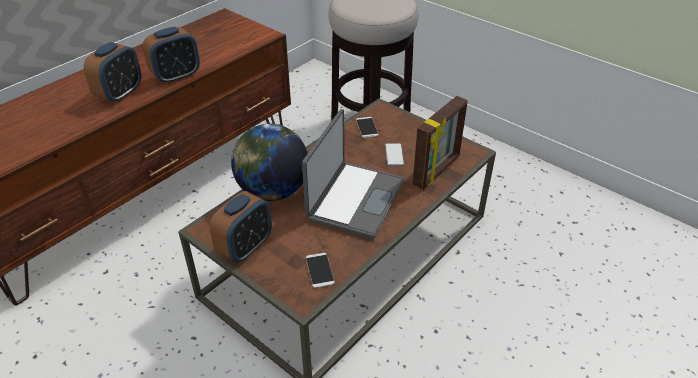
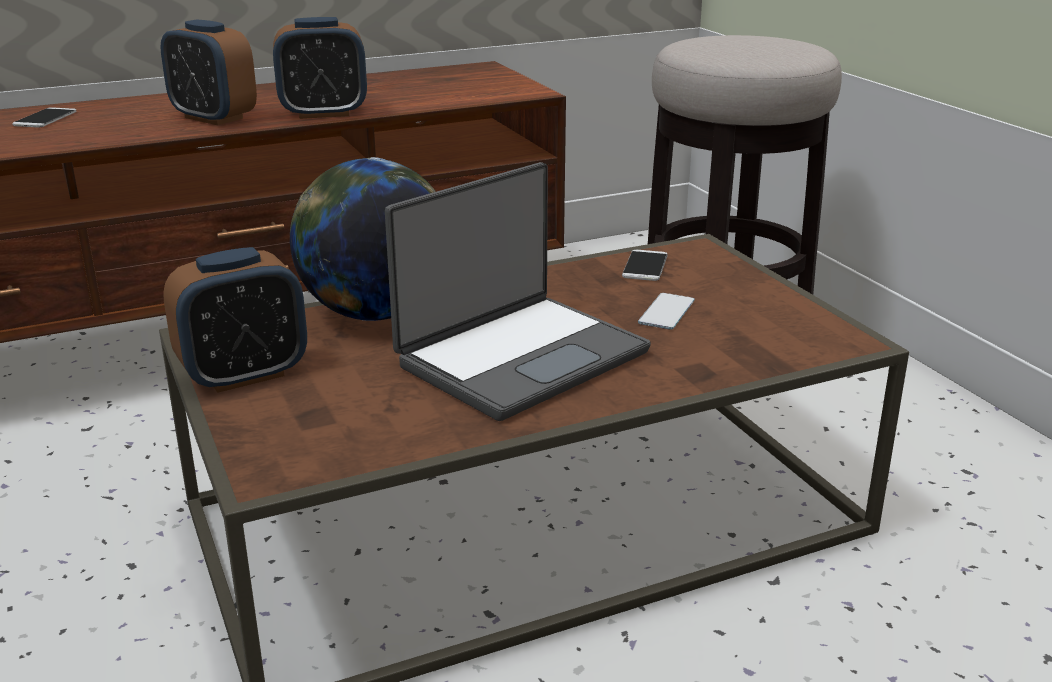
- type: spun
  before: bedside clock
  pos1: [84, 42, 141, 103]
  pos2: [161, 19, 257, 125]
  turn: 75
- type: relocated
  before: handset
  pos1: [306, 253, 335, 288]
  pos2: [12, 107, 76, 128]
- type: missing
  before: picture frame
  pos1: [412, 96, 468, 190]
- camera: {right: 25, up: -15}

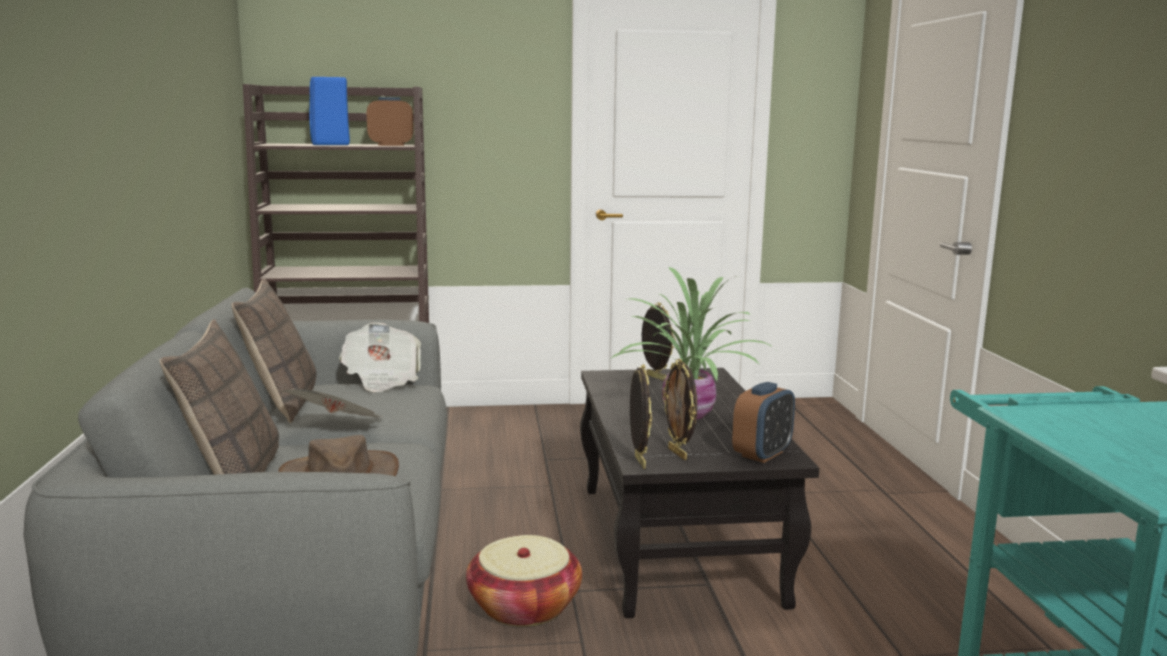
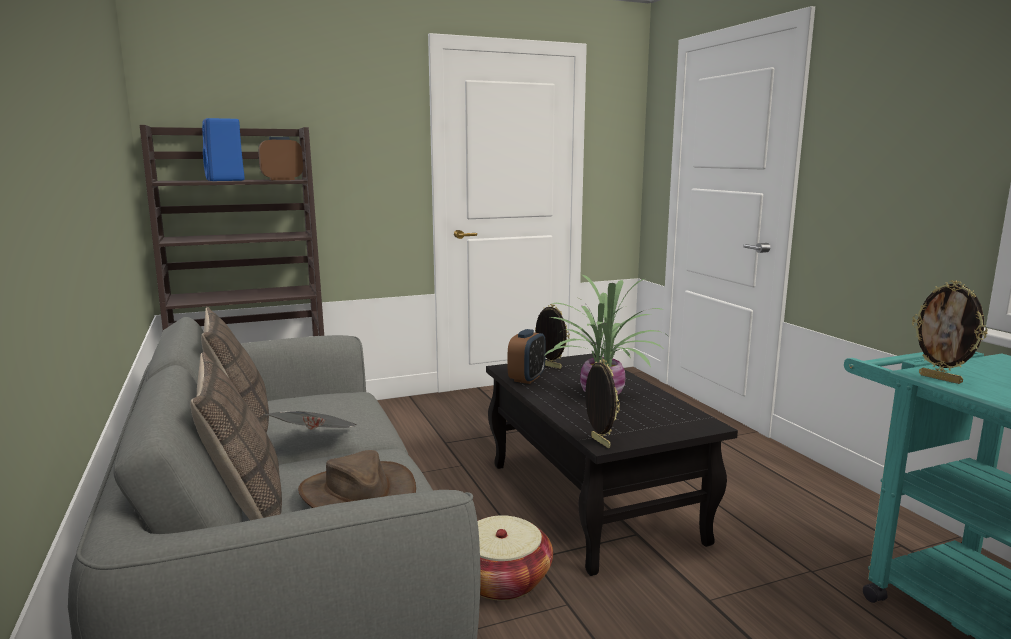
- type: missing
  before: daily paper
  pos1: [339, 323, 421, 392]
- type: relocated
  before: picture frame
  pos1: [663, 359, 697, 460]
  pos2: [912, 280, 988, 384]
- type: relocated
  before: bedside clock
  pos1: [732, 382, 795, 463]
  pos2: [508, 329, 546, 384]
- camera: {right: -15, up: 0}

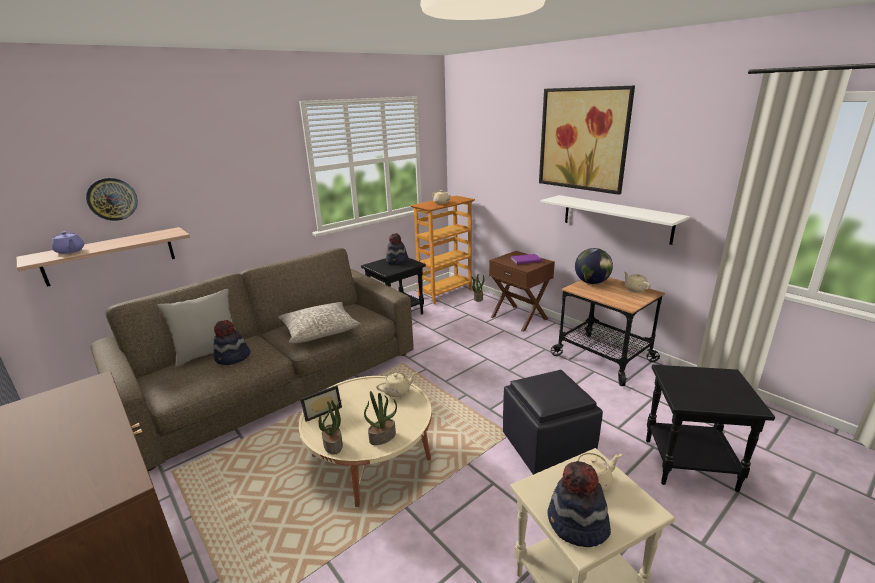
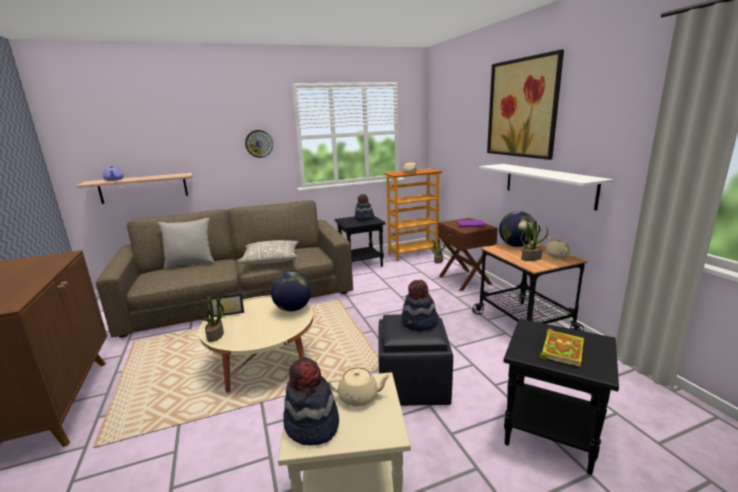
- type: relocated
  before: hanging clock
  pos1: [86, 178, 138, 221]
  pos2: [245, 130, 273, 158]
- type: relocated
  before: wearable hat
  pos1: [213, 320, 250, 365]
  pos2: [401, 280, 438, 331]
- type: relocated
  before: plant in a pot
  pos1: [364, 391, 397, 445]
  pos2: [521, 221, 548, 261]
- type: exchanged
  before: tea pot (sand-coloured)
  after: globe
  pos1: [376, 372, 417, 397]
  pos2: [271, 271, 311, 312]
- type: appeared
  after: book
  pos2: [540, 329, 584, 367]
- camera: {right: 20, up: -5}

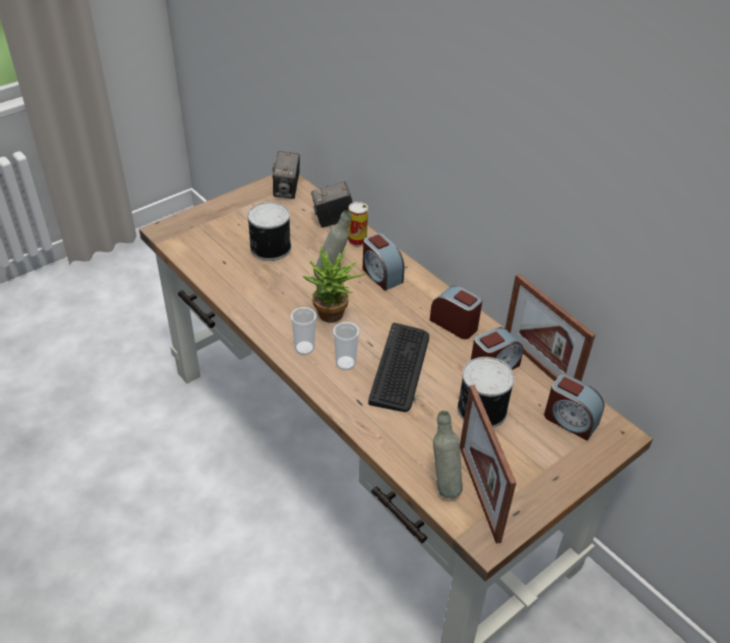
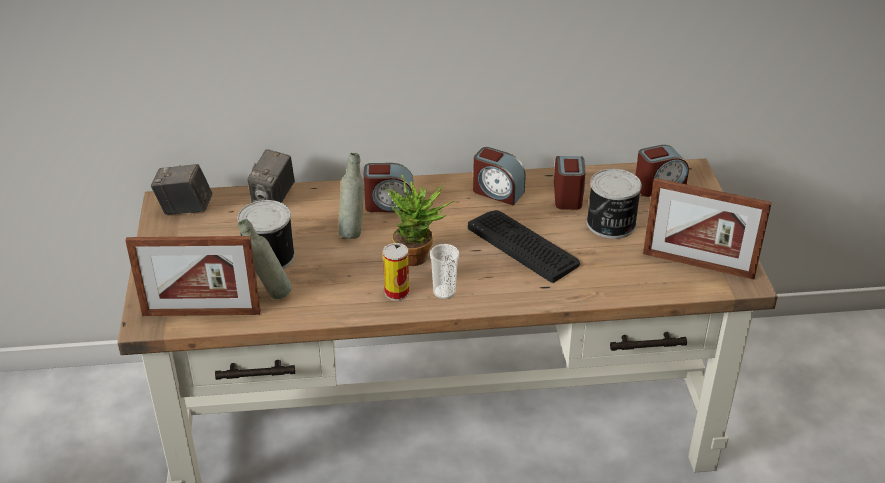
- type: spun
  before: still camera
  pos1: [272, 151, 300, 199]
  pos2: [151, 164, 212, 215]
  turn: 150
- type: missing
  before: drinking cup
  pos1: [333, 322, 360, 370]
- type: relocated
  before: sealed can
  pos1: [348, 202, 368, 247]
  pos2: [383, 243, 409, 301]
- type: spun
  before: bedside clock
  pos1: [430, 286, 482, 339]
  pos2: [473, 147, 526, 206]
  turn: -135
- type: relocated
  before: beverage bottle (grey)
  pos1: [433, 411, 463, 498]
  pos2: [238, 219, 292, 299]
- type: relocated
  before: picture frame
  pos1: [505, 274, 595, 381]
  pos2: [125, 236, 261, 316]
- camera: {right: -55, up: -5}

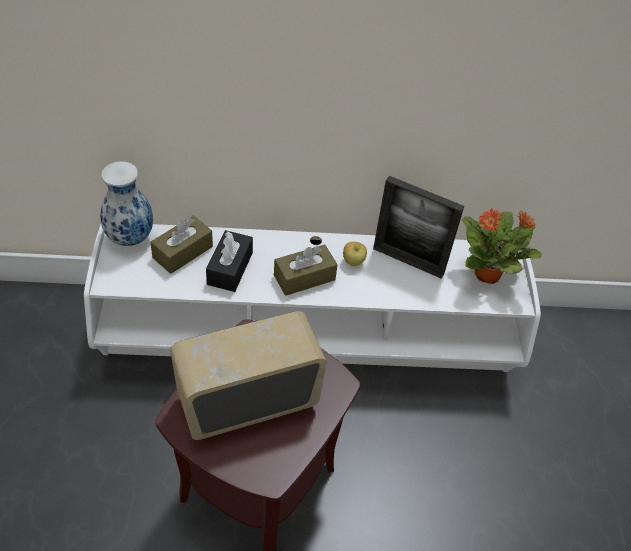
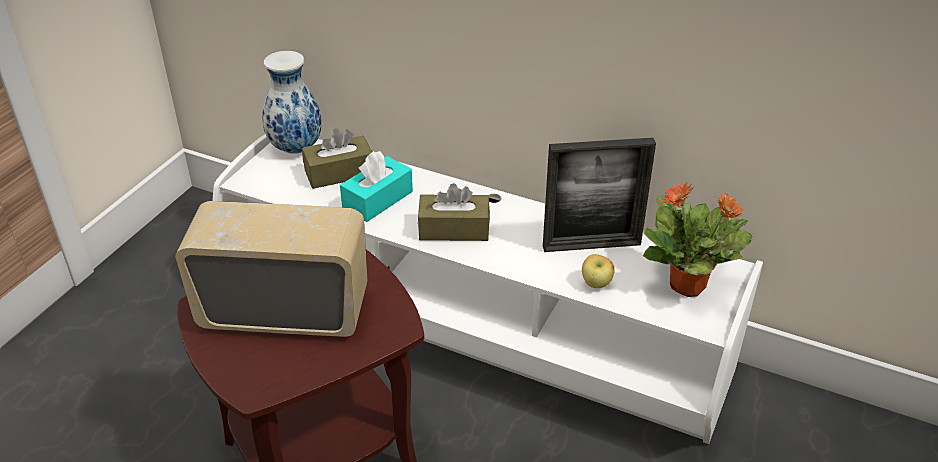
- type: colour
  before: tissue holder (black)
  after: tissue holder (blue-green)
  pos1: [206, 230, 253, 292]
  pos2: [340, 151, 413, 222]
- type: relocated
  before: whole apple
  pos1: [343, 242, 367, 266]
  pos2: [582, 254, 615, 288]
- type: spun
  before: picture frame
  pos1: [373, 176, 464, 279]
  pos2: [543, 138, 656, 252]
  turn: -60
- camera: {right: 30, up: -10}

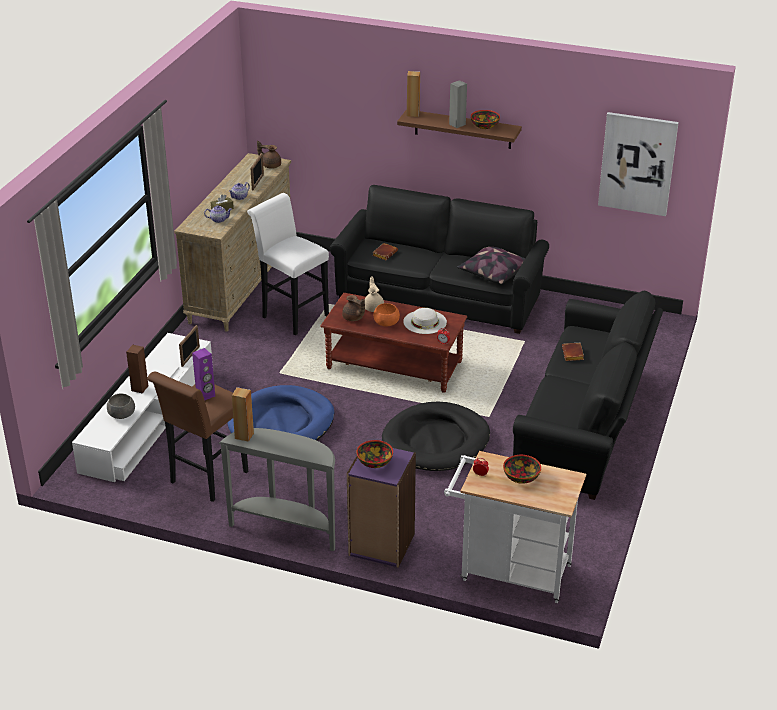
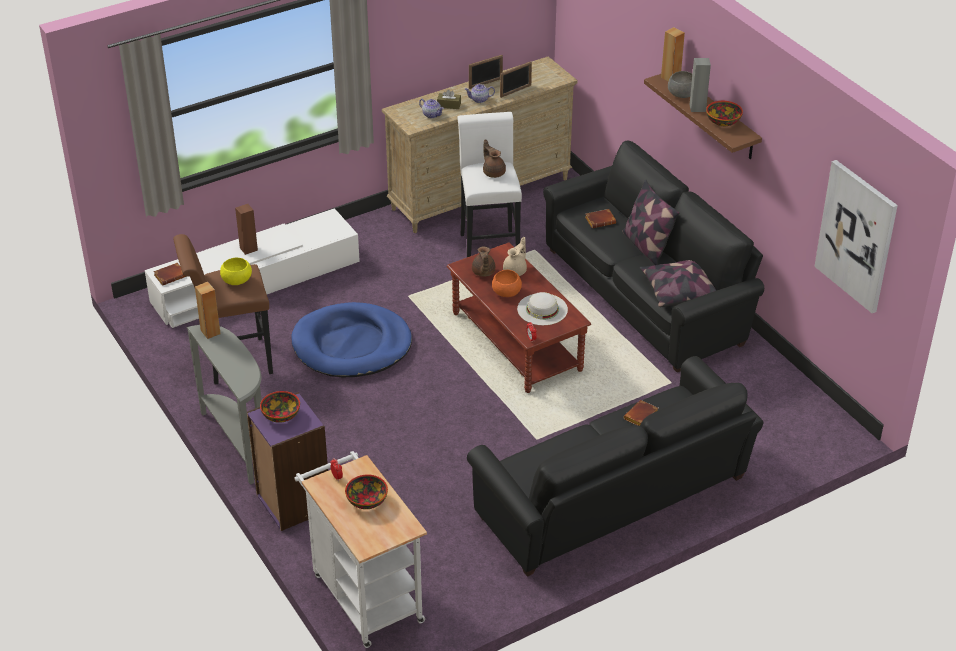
- type: relocated
  before: deep dish (grey)
  pos1: [107, 394, 135, 419]
  pos2: [668, 71, 692, 98]
- type: relocated
  before: picture frame
  pos1: [179, 325, 200, 367]
  pos2: [469, 55, 503, 89]
- type: exchanged
  before: loudspeaker (purple)
  after: deep dish (yellow-coloured)
  pos1: [192, 348, 215, 400]
  pos2: [220, 258, 252, 285]
- type: relocated
  before: tea pot (brownish)
  pos1: [257, 141, 281, 169]
  pos2: [483, 139, 506, 178]
- type: missing
  before: pet bed (black)
  pos1: [382, 401, 490, 471]
- type: appeared
  after: book (brownish)
  pos2: [153, 263, 186, 286]
- type: appeared
  after: cushion
  pos2: [622, 179, 679, 265]
- camera: {right: 40, up: 5}

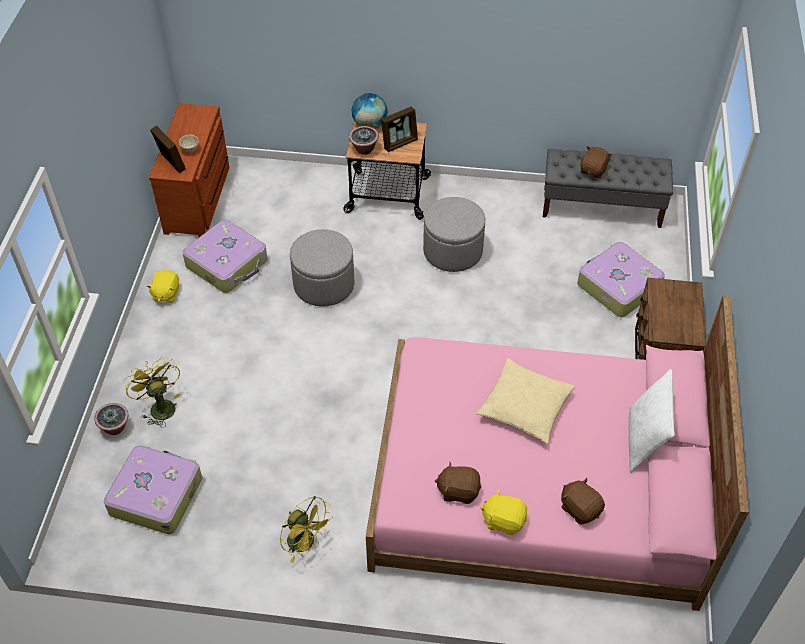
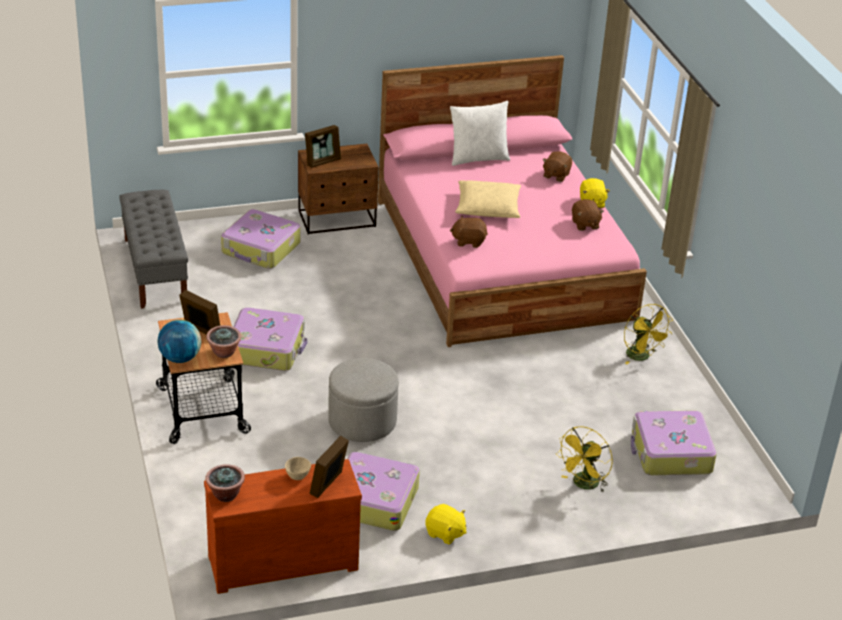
- type: relocated
  before: plant in a pot
  pos1: [94, 403, 129, 435]
  pos2: [205, 464, 245, 502]
- type: spun
  before: plush toy (yellow-coloured)
  pos1: [147, 270, 179, 303]
  pos2: [425, 504, 467, 545]
  turn: 45
- type: spun
  before: cooling fan (yellow-coloured)
  pos1: [280, 496, 333, 563]
  pos2: [624, 304, 673, 364]
  turn: 135
- type: exchanged
  before: ottoman (grey)
  after: travel case
  pos1: [423, 197, 485, 272]
  pos2: [233, 307, 307, 371]
- type: relocated
  before: plush toy (brownish)
  pos1: [580, 146, 612, 178]
  pos2: [450, 215, 488, 248]
- type: appeared
  after: picture frame
  pos2: [305, 125, 341, 168]
- camera: {right: -115, up: -15}

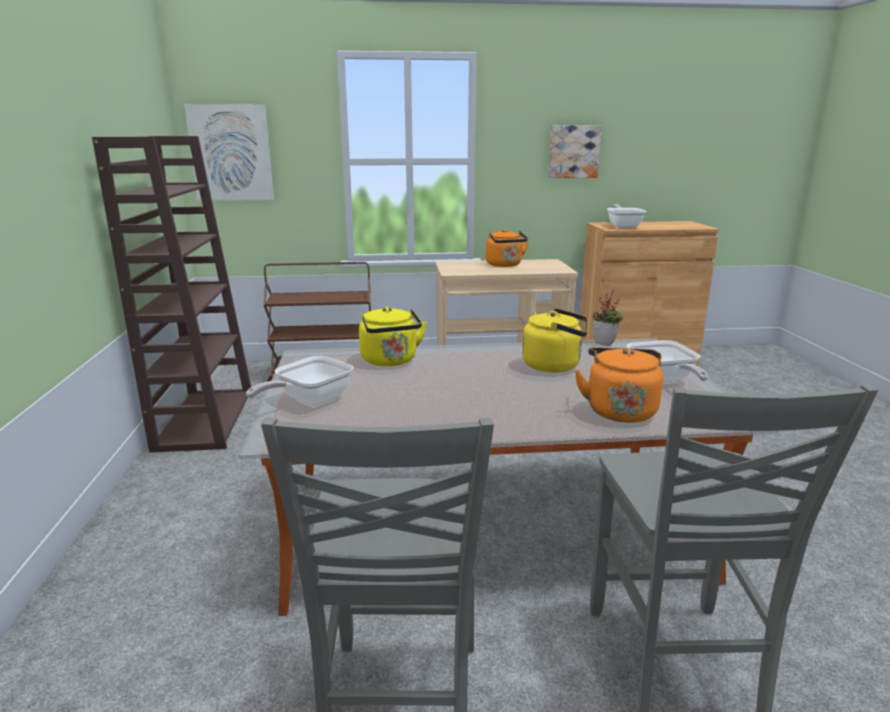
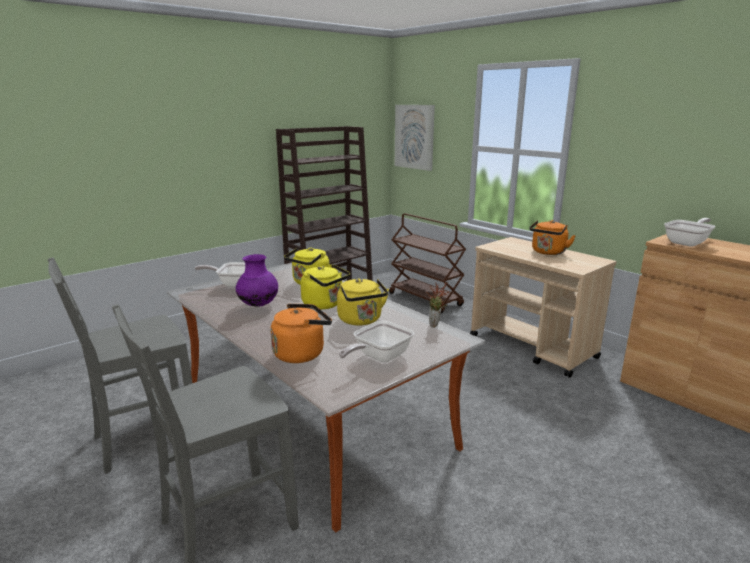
- type: missing
  before: wall art
  pos1: [548, 125, 602, 178]
- type: appeared
  after: vase (purple)
  pos2: [236, 254, 278, 307]
- type: appeared
  after: water kettle (yellow-coloured)
  pos2: [301, 264, 350, 309]
- camera: {right: 55, up: 0}

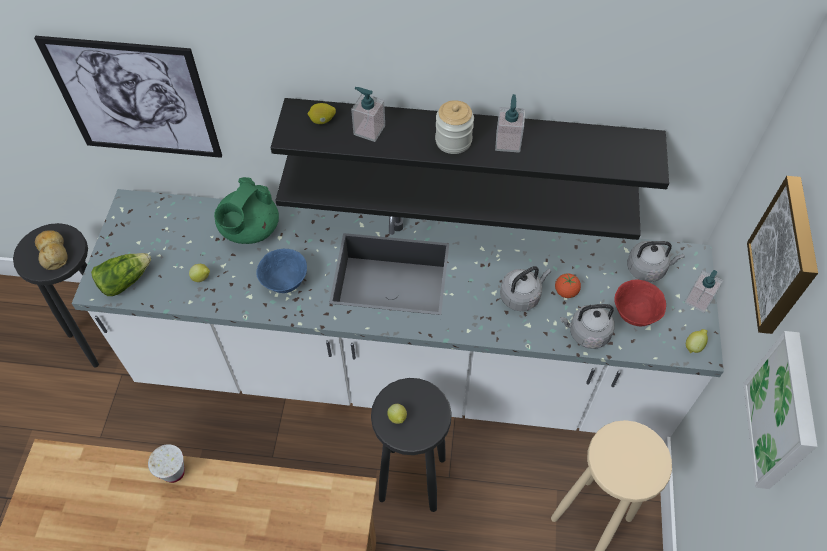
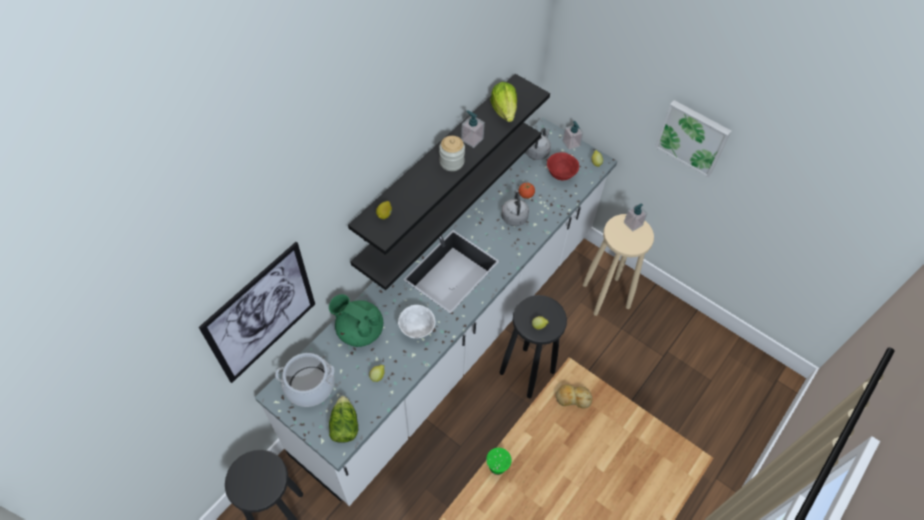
- type: relocated
  before: bread
  pos1: [35, 230, 67, 270]
  pos2: [556, 384, 592, 409]
- type: colour
  before: drinking cup (white-coloured)
  after: drinking cup (green-coloured)
  pos1: [148, 444, 185, 483]
  pos2: [486, 448, 512, 475]
- type: spun
  before: tea pot (green-coloured)
  pos1: [214, 177, 279, 244]
  pos2: [329, 294, 383, 347]
  turn: 150
- type: colour
  before: deep dish (blue)
  after: deep dish (white-coloured)
  pos1: [256, 249, 307, 293]
  pos2: [398, 305, 436, 338]
- type: relocated
  before: soap dispenser
  pos1: [351, 87, 385, 142]
  pos2: [624, 203, 648, 232]
- type: missing
  before: water kettle (grey)
  pos1: [560, 304, 615, 349]
- type: missing
  before: wall art
  pos1: [747, 176, 818, 334]
- type: appeared
  after: stockpot
  pos2: [275, 353, 335, 407]
- type: appeared
  after: lettuce
  pos2: [490, 82, 517, 122]
- camera: {right: -60, up: 0}

